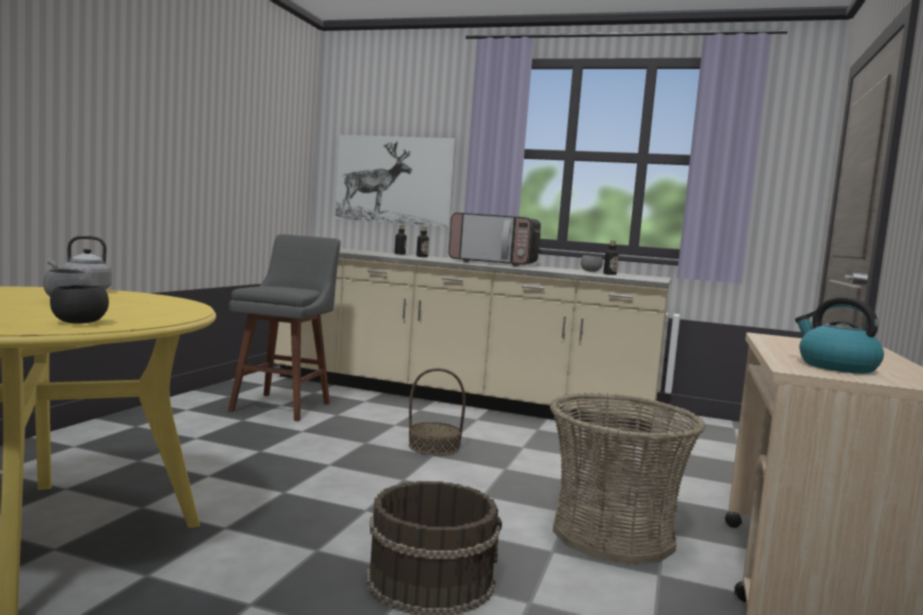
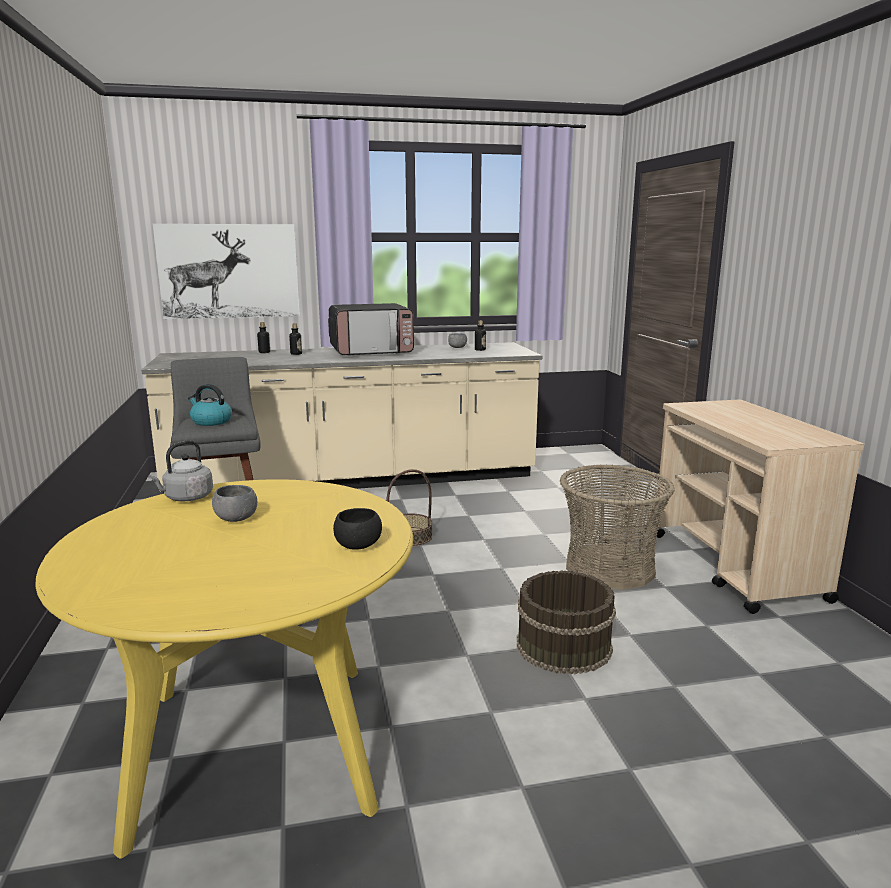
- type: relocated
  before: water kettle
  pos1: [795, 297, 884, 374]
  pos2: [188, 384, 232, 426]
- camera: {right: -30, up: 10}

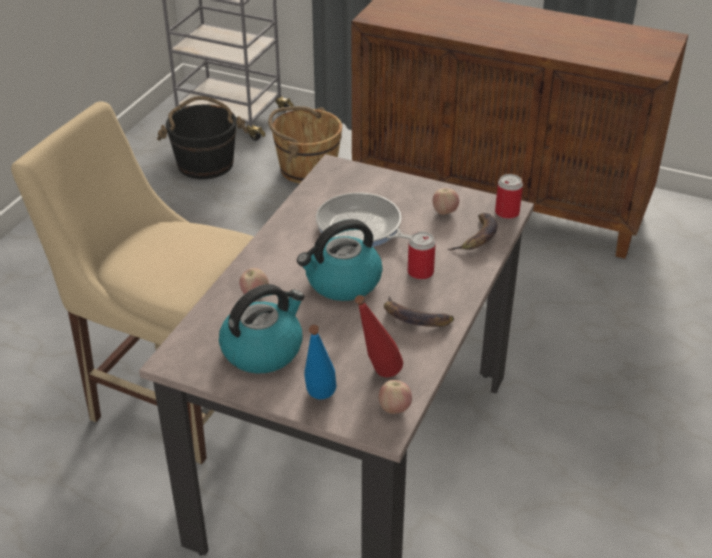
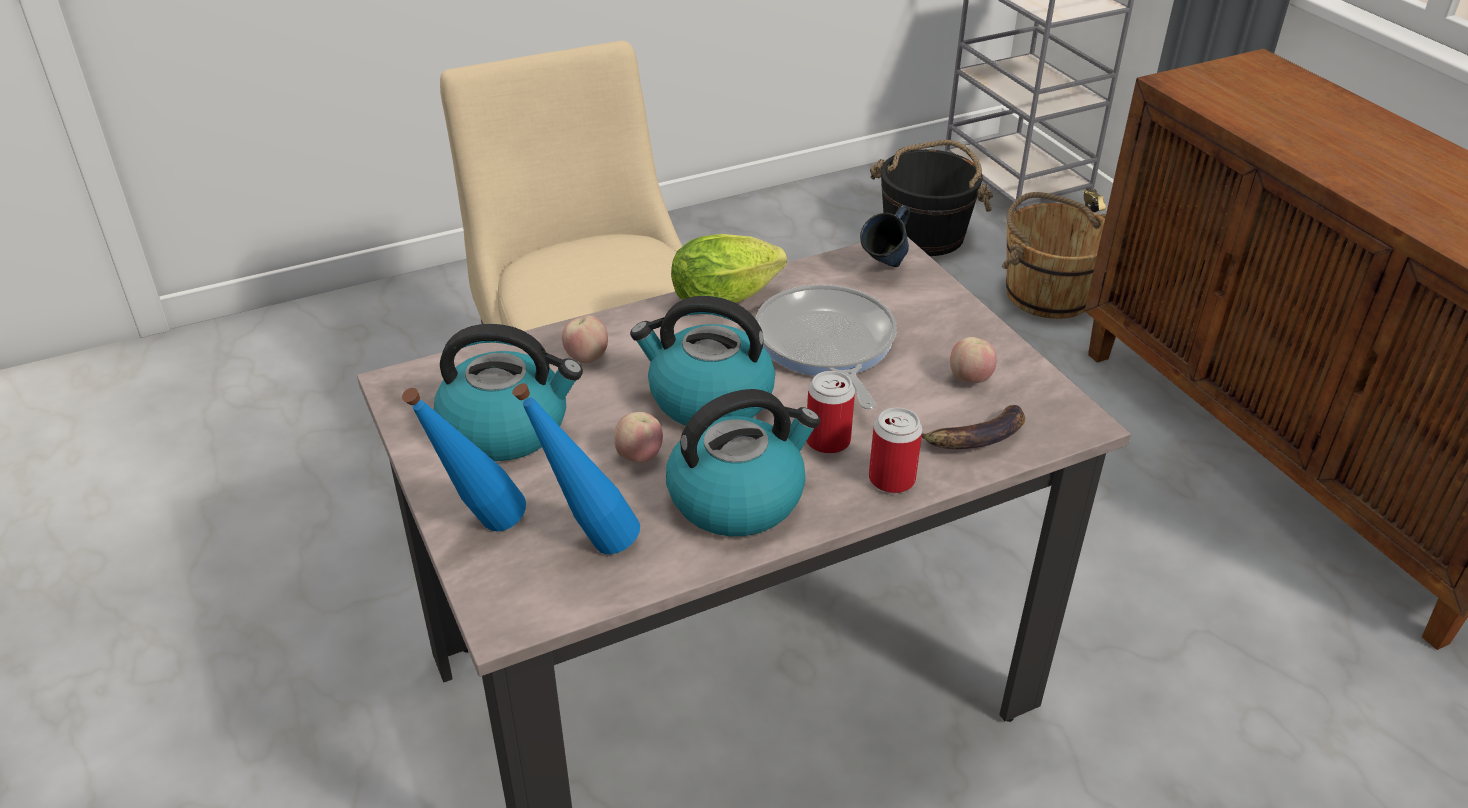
- type: colour
  before: beverage bottle (reddish)
  after: beverage bottle (blue)
  pos1: [355, 295, 403, 377]
  pos2: [512, 383, 640, 554]
- type: relocated
  before: whole apple
  pos1: [379, 380, 412, 414]
  pos2: [614, 412, 663, 463]
- type: exchanged
  before: banana fruit
  after: water kettle
  pos1: [384, 297, 454, 327]
  pos2: [666, 389, 820, 536]
- type: relocated
  before: sealed can
  pos1: [495, 174, 523, 219]
  pos2: [869, 407, 922, 493]
- type: appeared
  after: lettuce
  pos2: [671, 234, 787, 303]
- type: appeared
  after: coffee mug (blue)
  pos2: [860, 205, 910, 267]
- camera: {right: 40, up: 0}

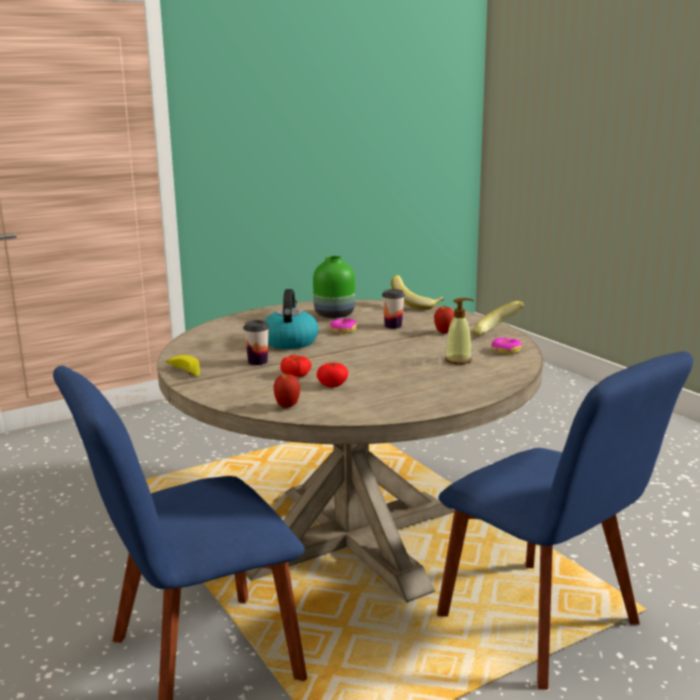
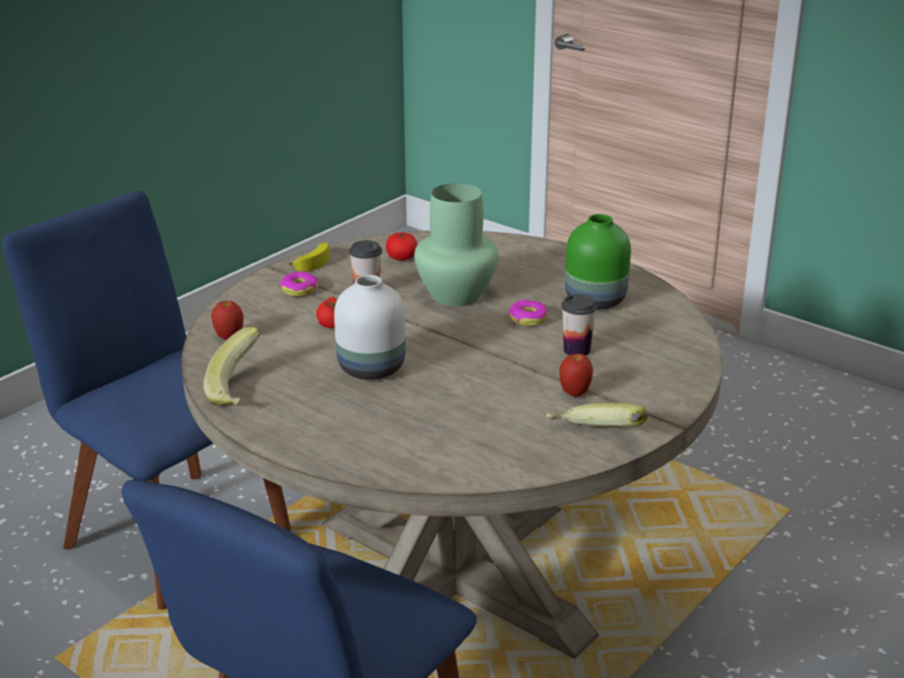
- type: exchanged
  before: water kettle
  after: vase (green-coloured)
  pos1: [265, 289, 319, 349]
  pos2: [414, 183, 499, 307]
- type: relocated
  before: whole tomato
  pos1: [317, 362, 348, 387]
  pos2: [386, 232, 417, 260]
- type: relocated
  before: banana fruit
  pos1: [391, 275, 444, 310]
  pos2: [203, 327, 261, 405]
- type: missing
  before: soap dispenser
  pos1: [445, 298, 474, 365]
- type: relocated
  before: donut
  pos1: [491, 338, 522, 354]
  pos2: [280, 271, 318, 297]
- type: appeared
  after: vase (white-coloured)
  pos2: [334, 275, 406, 380]
- camera: {right: 70, up: 10}

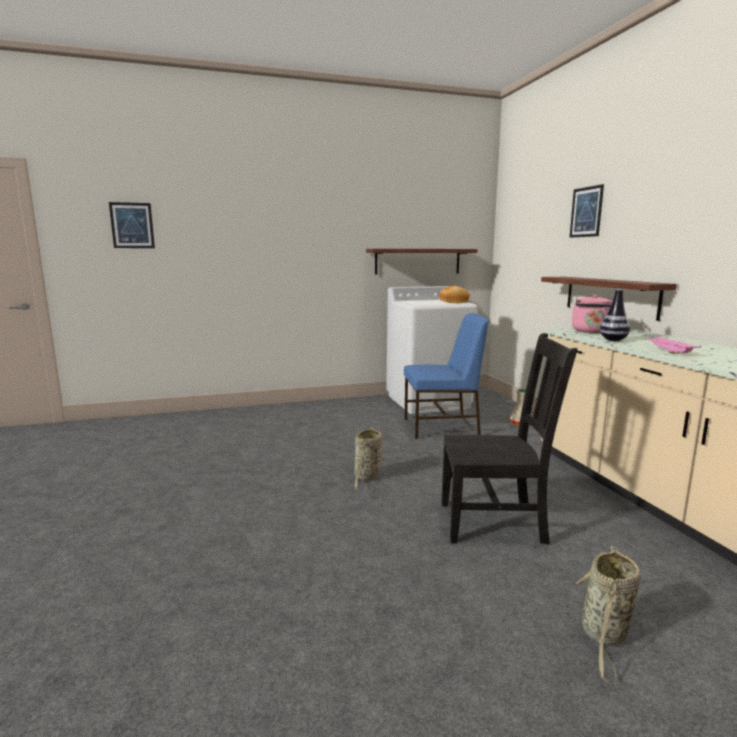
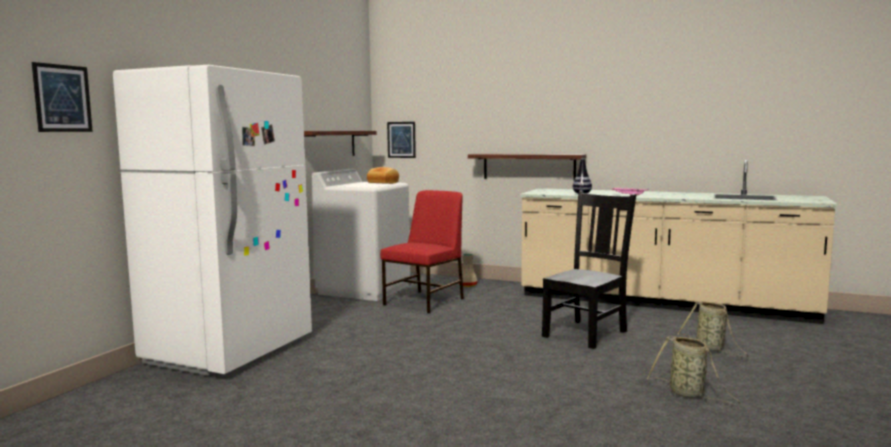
- type: relocated
  before: storage basket
  pos1: [354, 427, 382, 492]
  pos2: [647, 336, 740, 404]
- type: colour
  before: plain chair (blue)
  after: plain chair (reddish)
  pos1: [404, 313, 489, 439]
  pos2: [380, 190, 464, 313]
- type: relocated
  before: wall art
  pos1: [569, 184, 604, 238]
  pos2: [387, 122, 416, 158]
- type: missing
  before: water kettle (pink-coloured)
  pos1: [572, 294, 614, 333]
- type: appeared
  after: fridge (white-coloured)
  pos2: [113, 65, 312, 376]
- camera: {right: -50, up: -5}

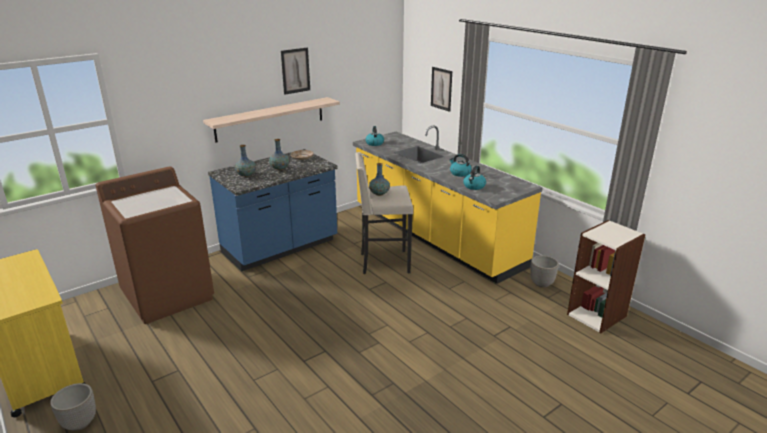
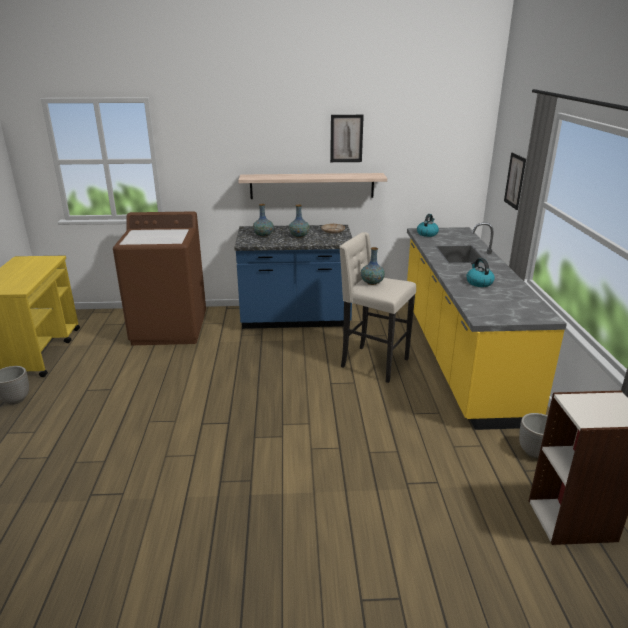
- type: missing
  before: water kettle
  pos1: [463, 166, 486, 190]
- camera: {right: 35, up: 0}

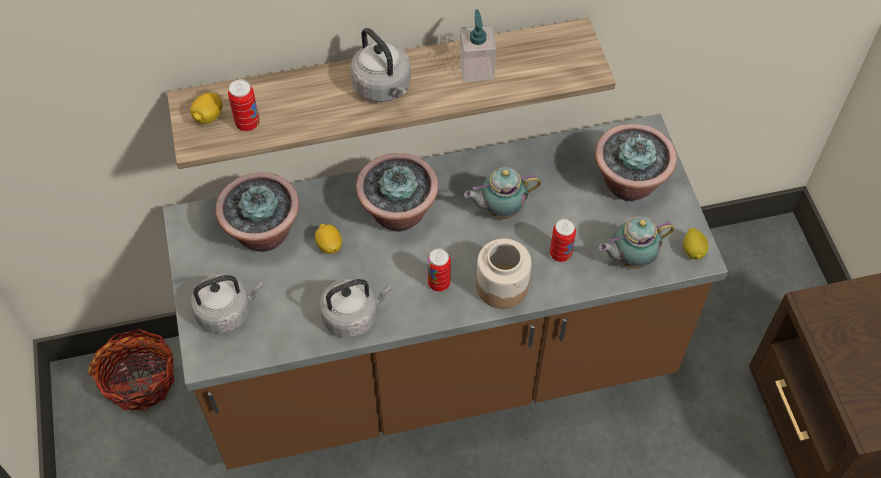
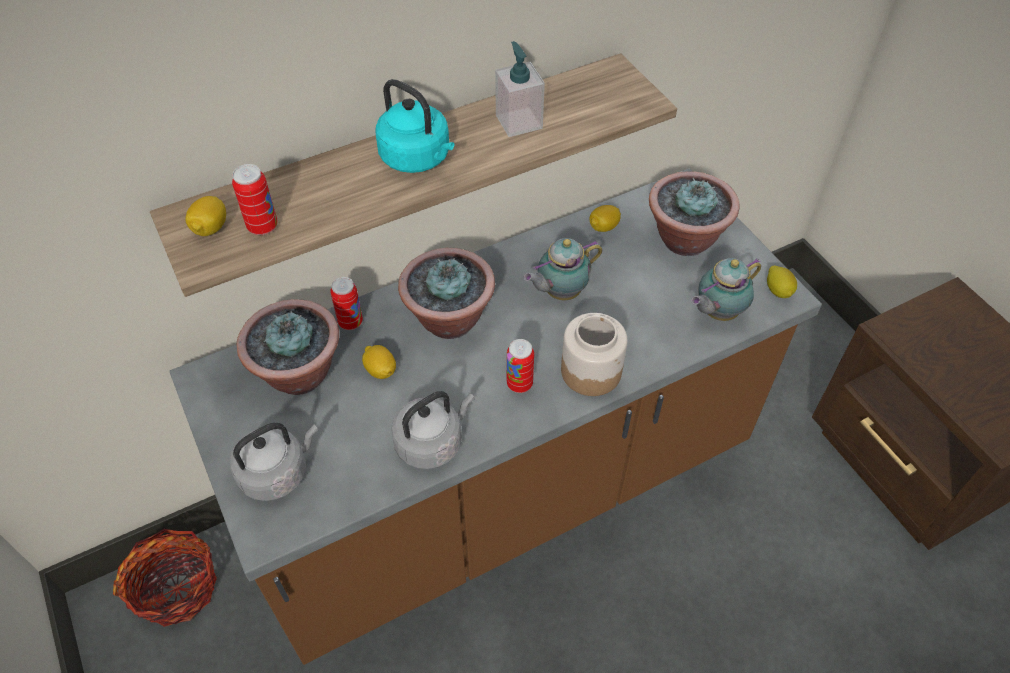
- type: colour
  before: water kettle (grey)
  after: water kettle (blue-green)
  pos1: [350, 28, 411, 102]
  pos2: [375, 79, 454, 173]
- type: relocated
  before: sealed can
  pos1: [550, 219, 576, 262]
  pos2: [331, 277, 363, 330]
- type: appeared
  after: citrus fruit
  pos2: [590, 205, 621, 232]
- camera: {right: -15, up: -5}

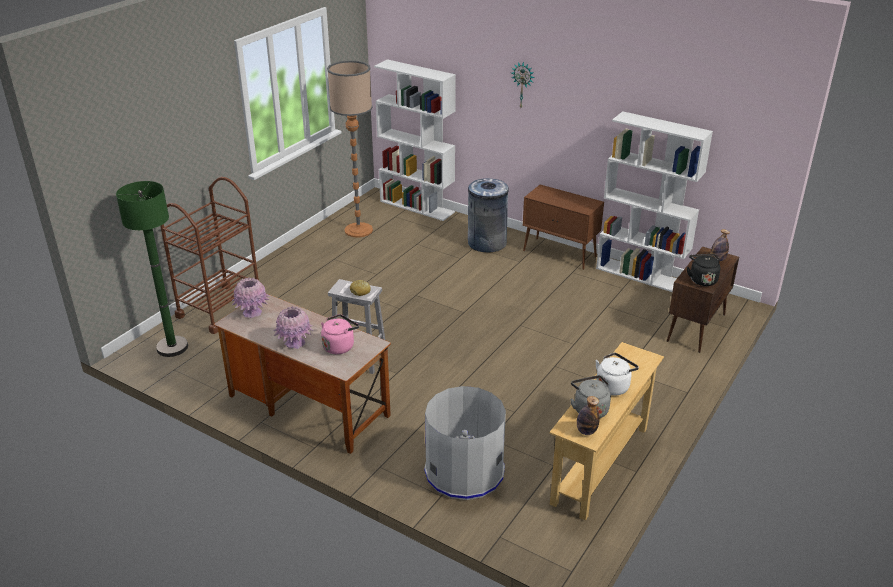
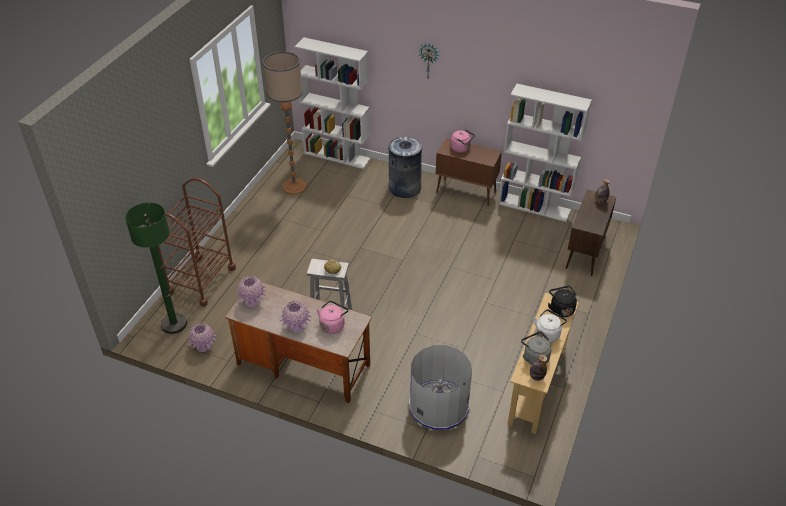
- type: relocated
  before: water kettle (black)
  pos1: [687, 254, 721, 286]
  pos2: [548, 286, 577, 317]
- type: appeared
  after: vase (pink-coloured)
  pos2: [188, 323, 216, 352]
- type: appeared
  after: water kettle (pink-coloured)
  pos2: [451, 130, 475, 153]
- camera: {right: -10, up: 10}

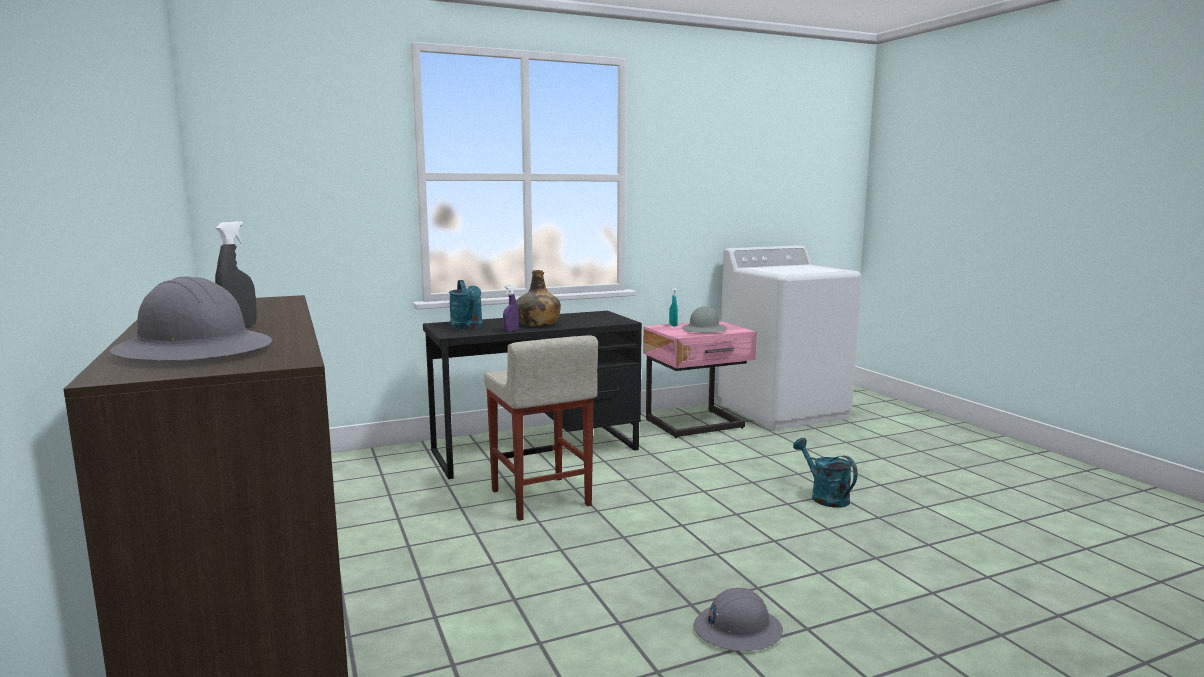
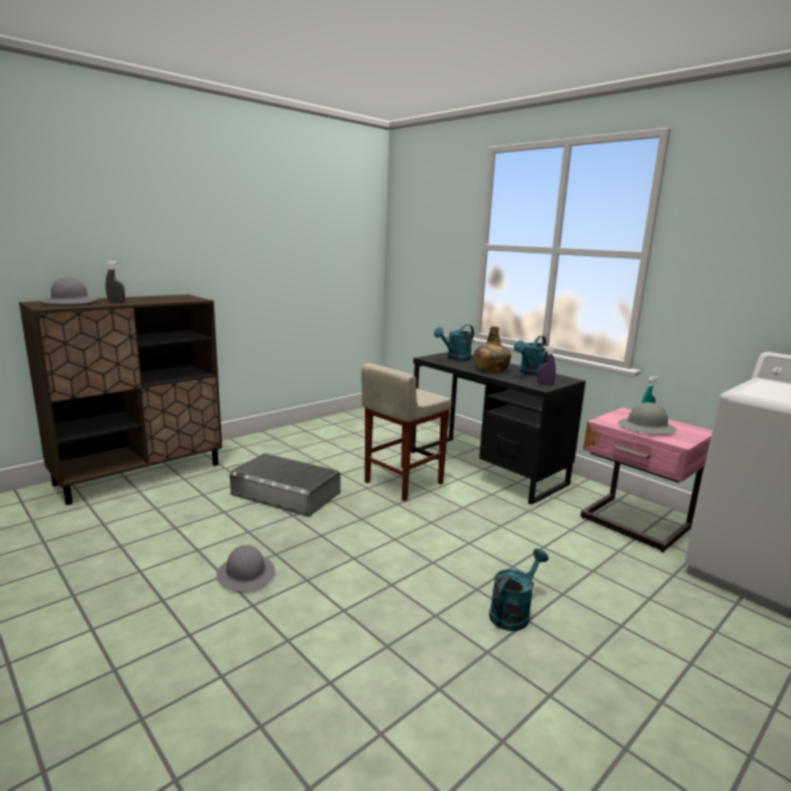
- type: relocated
  before: sprayer (purple)
  pos1: [503, 285, 519, 332]
  pos2: [537, 346, 556, 385]
- type: appeared
  after: storage bin (grey)
  pos2: [230, 453, 341, 517]
- type: appeared
  after: watering pot (blue-green)
  pos2: [514, 336, 548, 376]
- camera: {right: 70, up: 5}

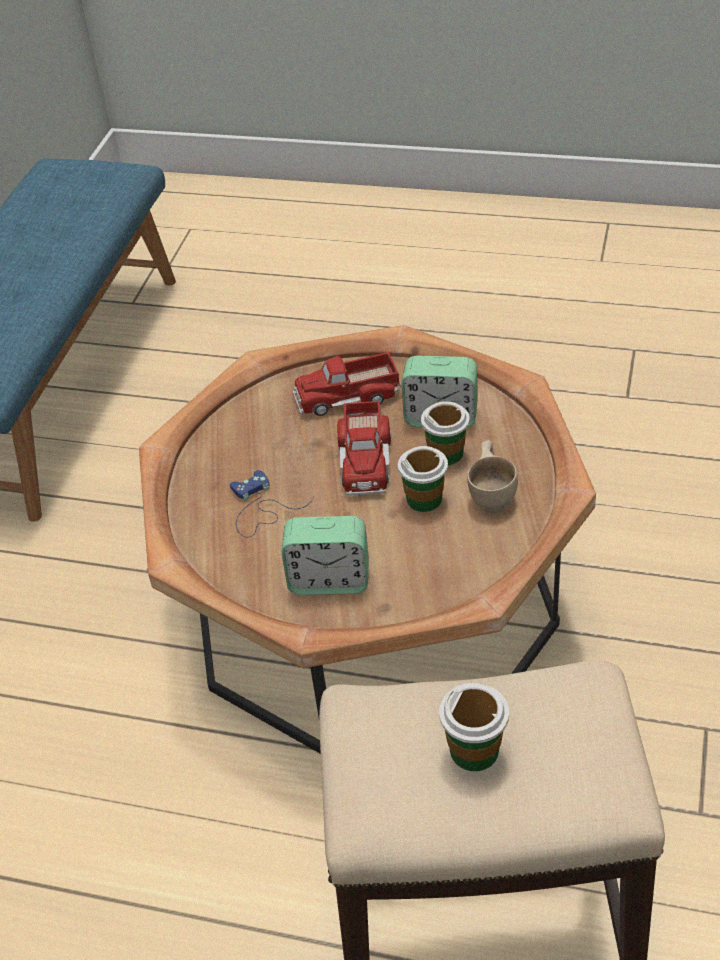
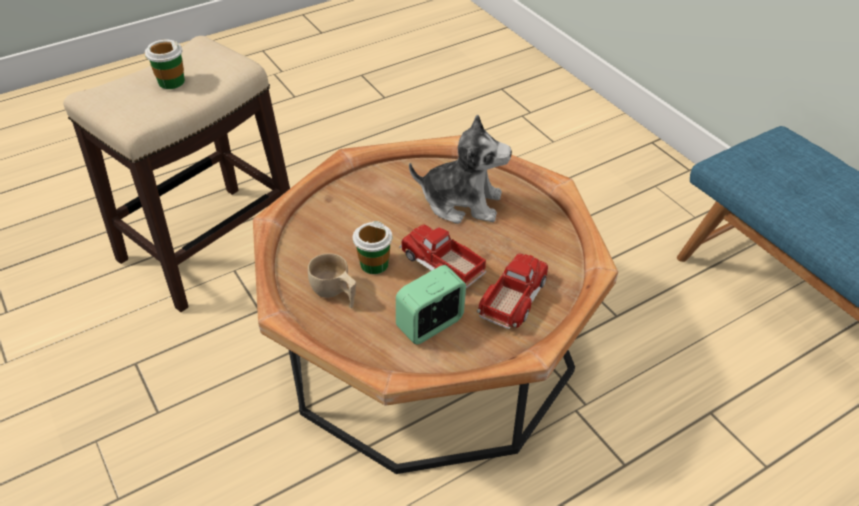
- type: exchanged
  before: joypad (blue)
  after: plush toy
  pos1: [230, 470, 314, 538]
  pos2: [409, 114, 512, 224]
- type: missing
  before: bedside clock
  pos1: [282, 516, 369, 595]
- type: missing
  before: drinking cup
  pos1: [421, 401, 470, 465]
- camera: {right: 130, up: 0}

